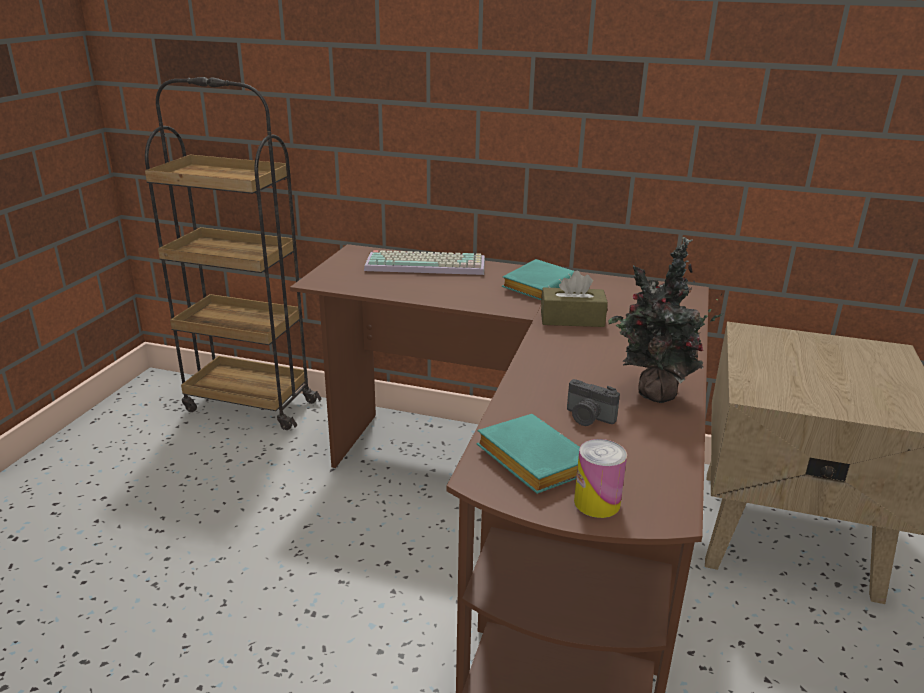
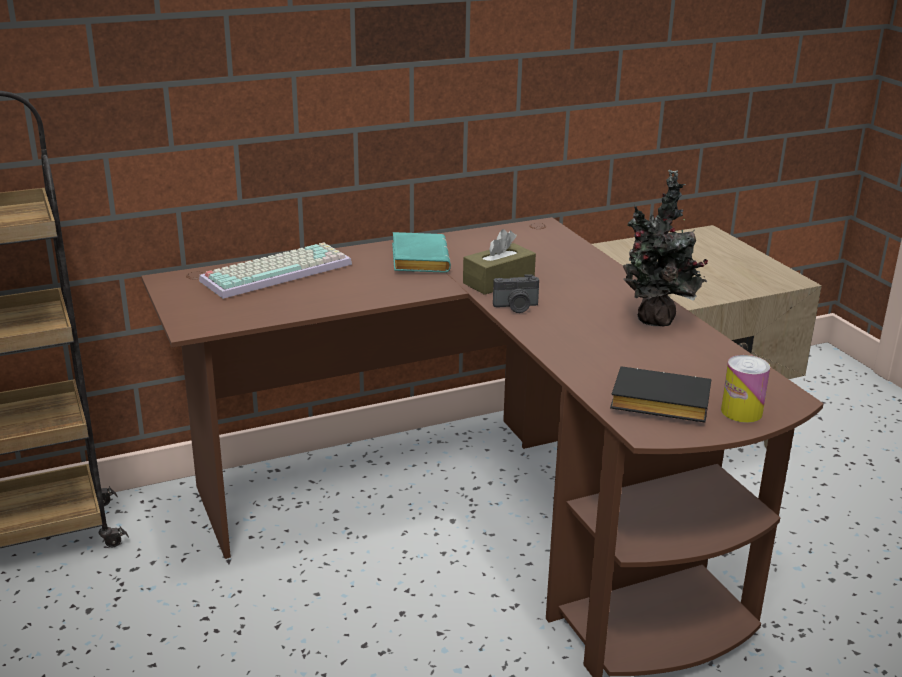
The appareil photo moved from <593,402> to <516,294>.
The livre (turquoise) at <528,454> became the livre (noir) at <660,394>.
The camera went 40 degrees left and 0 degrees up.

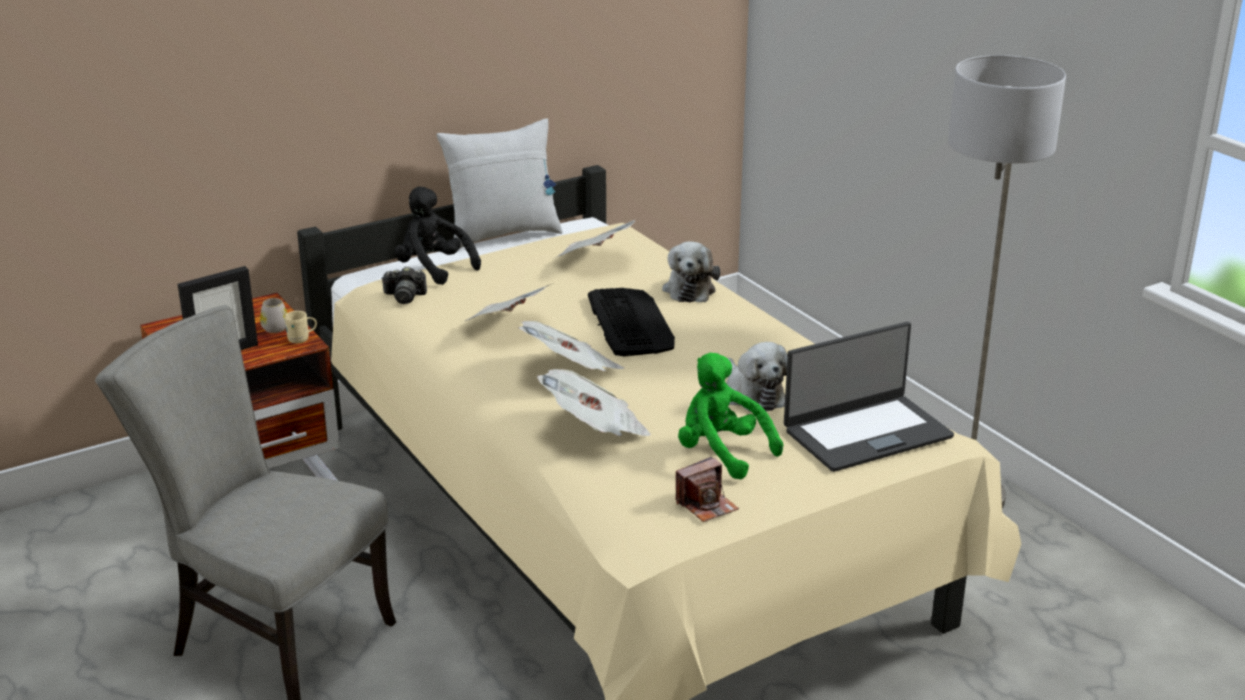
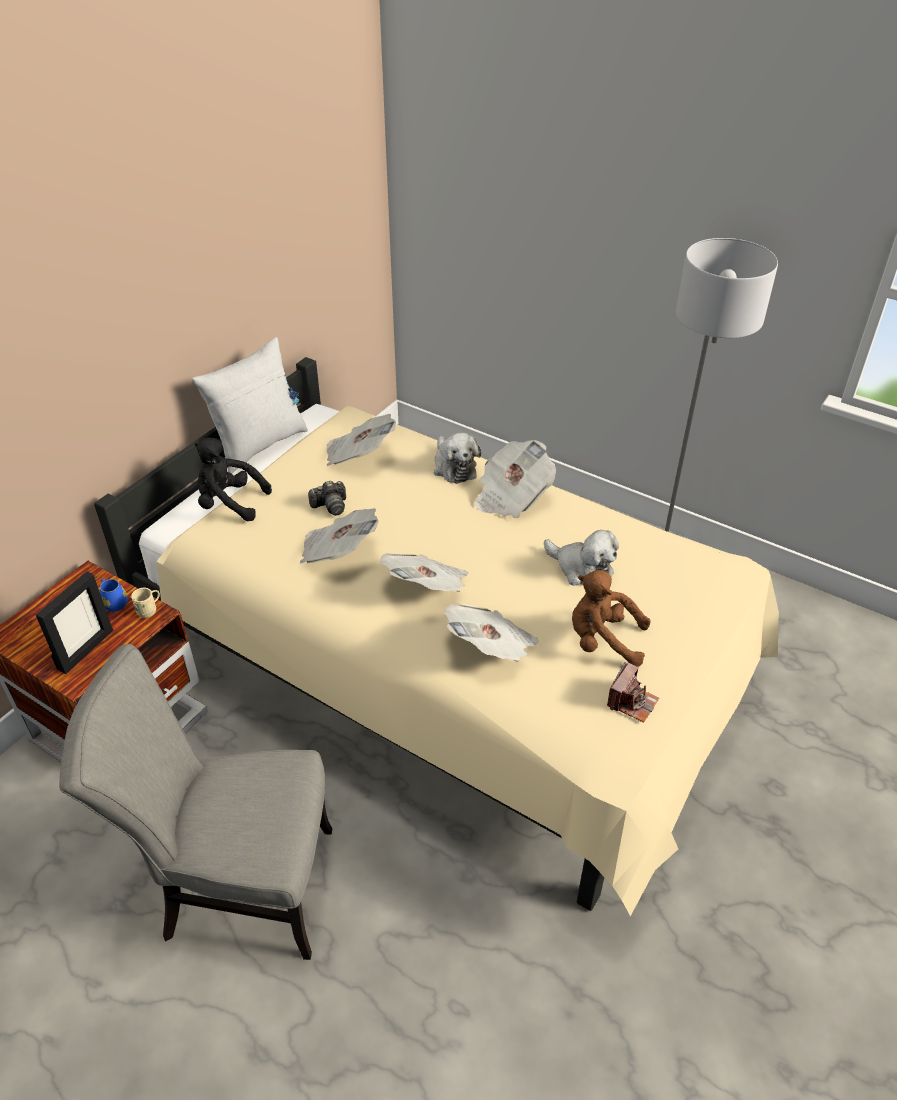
The clavier at <631,322> disappeared.
The ordinateur portable at <869,397> disappeared.
The journal at <515,479> appeared.
The appareil photo moved from <404,285> to <327,498>.
The mug (blanc) at <273,315> became the mug (bleu) at <113,595>.
The peluche (vert) at <730,416> became the peluche (marron) at <611,618>.
The camera went 25 degrees left and 15 degrees up.

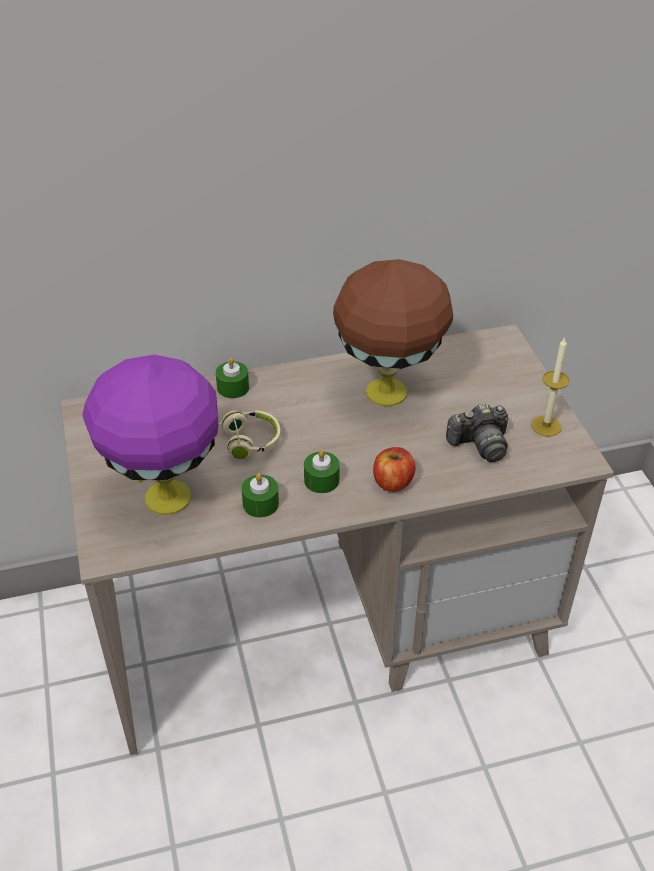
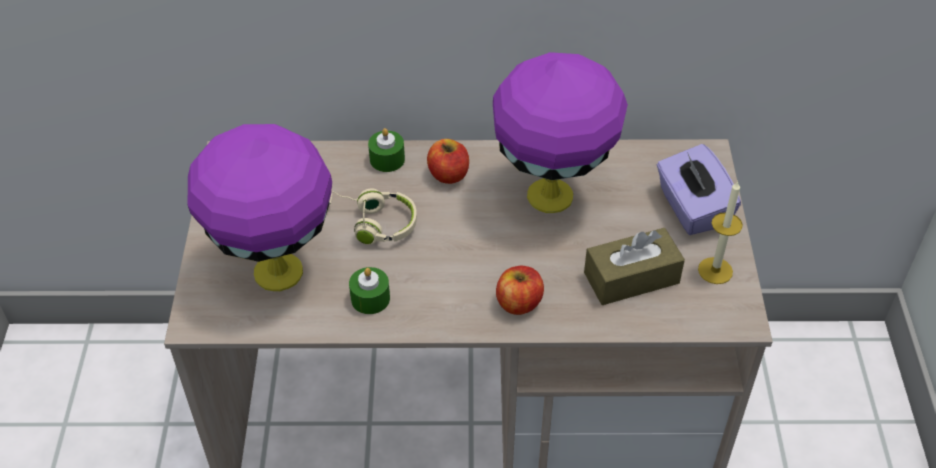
The bougie (vert) at <322,471> disappeared.
The pomme at <448,161> appeared.
The boîte à mouchoirs (violet) at <699,189> appeared.
The appareil photo at <477,432> was replaced by the boîte à mouchoirs (marron) at <634,266>.
The lampe de table (marron) at <393,333> became the lampe de table (violet) at <560,132>.
The camera went 15 degrees right and 5 degrees up.

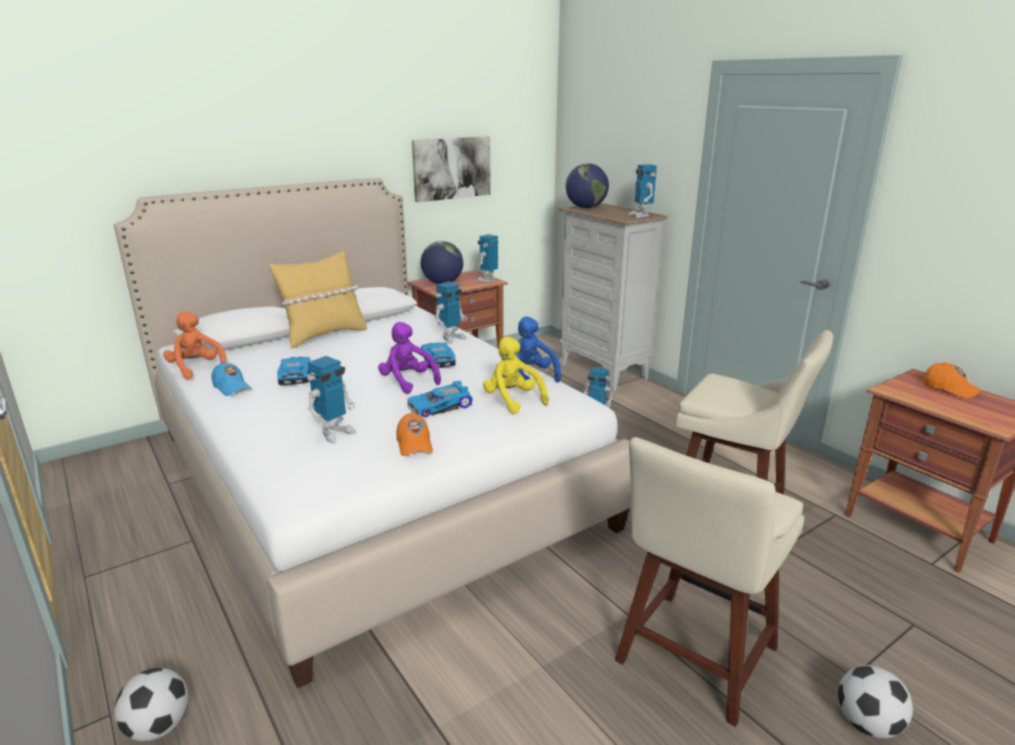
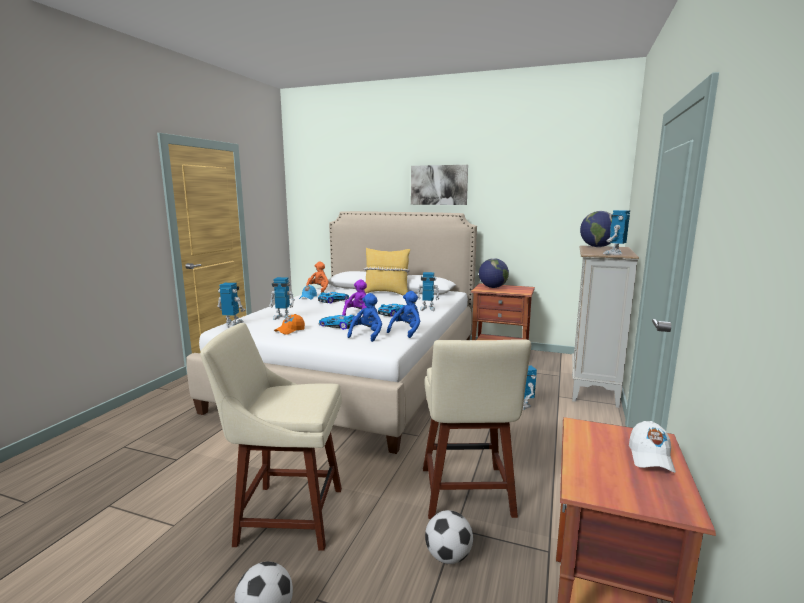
The ballon de foot moved from <151,704> to <449,537>.
The tableau moved from <451,169> to <439,185>.
The robot jouet moved from <487,258> to <231,304>.
The peluche (jaune) at <516,375> became the peluche (bleu) at <364,317>.
The casquette (orange) at <953,380> became the casquette (blanc) at <652,447>.
The camera went 55 degrees right and 10 degrees down.

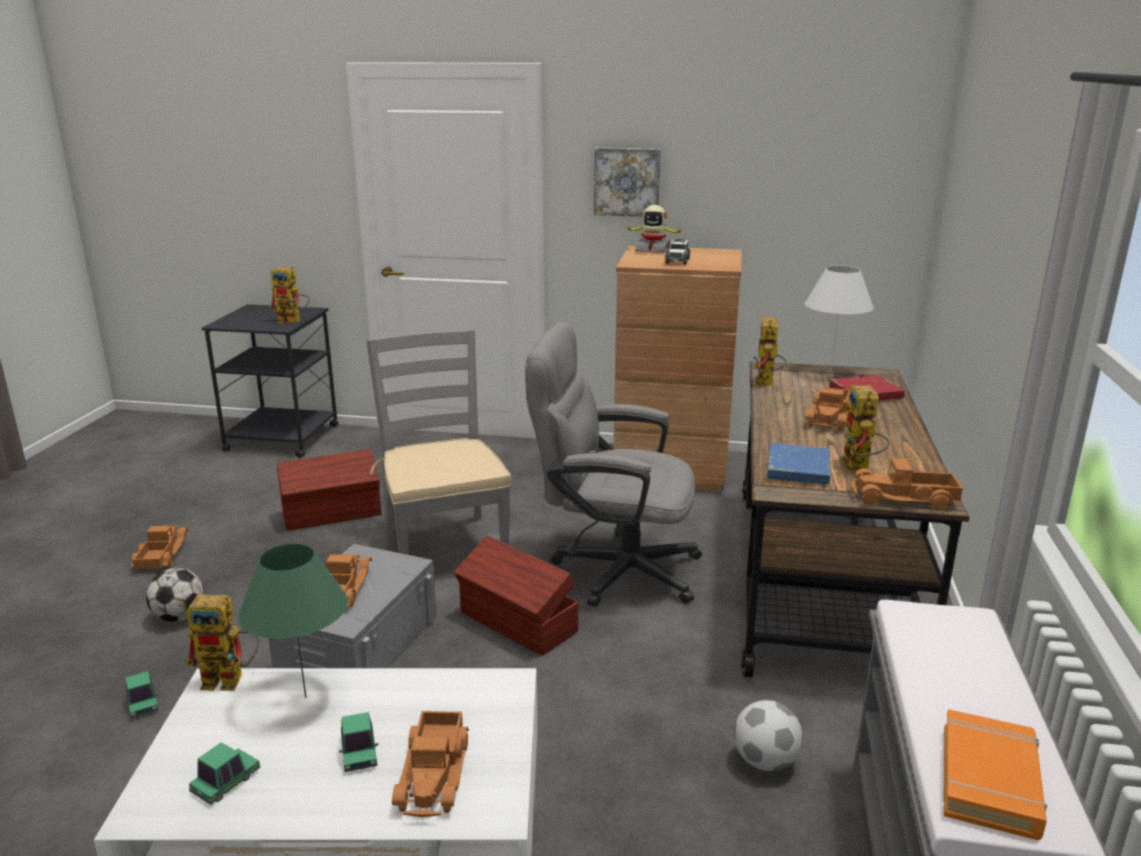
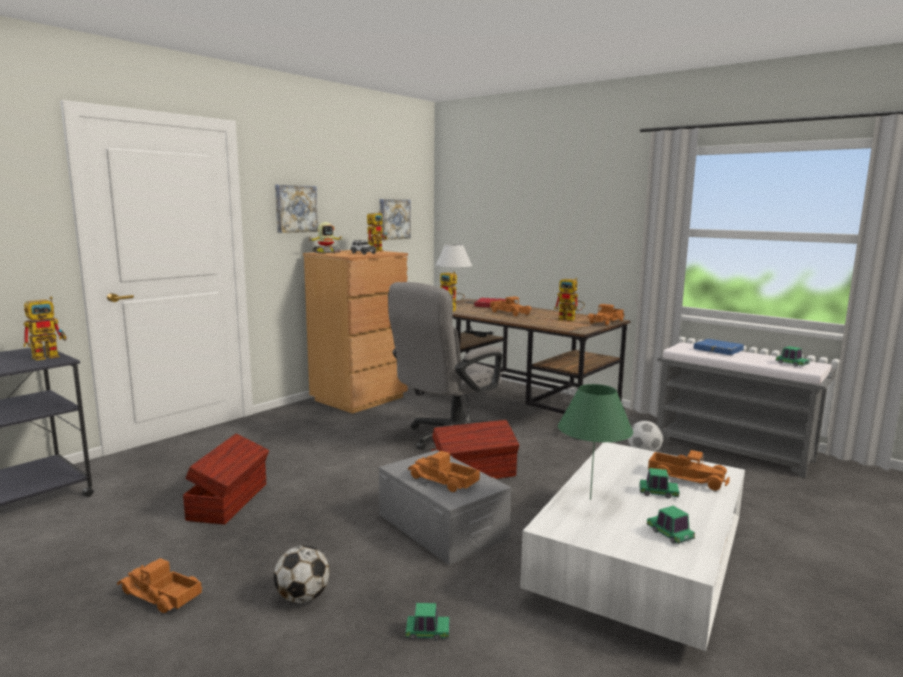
The chaise (gris) at <438,442> disappeared.
The tableau at <395,219> appeared.
The robot jouet moved from <223,643> to <377,231>.
The livre (bleu) moved from <798,463> to <718,347>.
The livre (orange) at <995,774> was replaced by the petite voiture at <792,356>.
The camera went 60 degrees left and 10 degrees down.

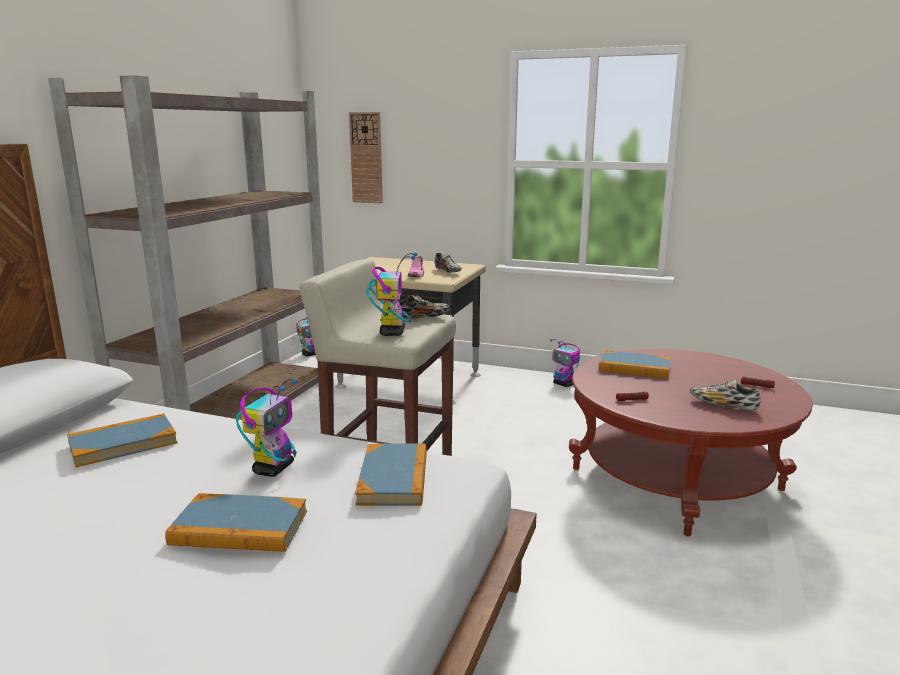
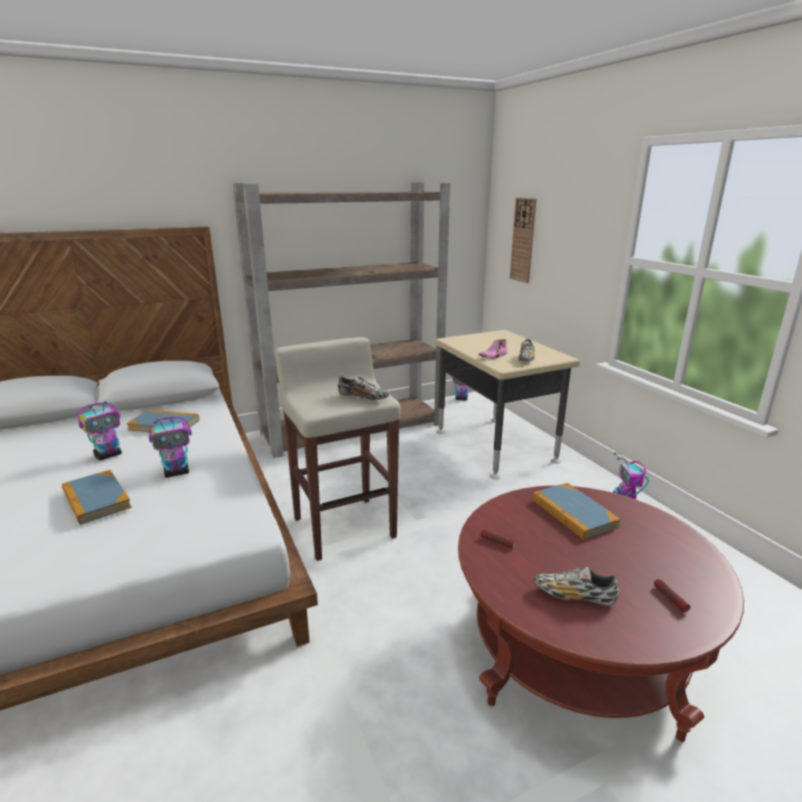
The livre at <391,474> disappeared.
The robot jouet moved from <391,294> to <100,431>.
The chaussure at <725,395> turned 60 degrees counterclockwise.
The camera went 45 degrees right and 5 degrees up.

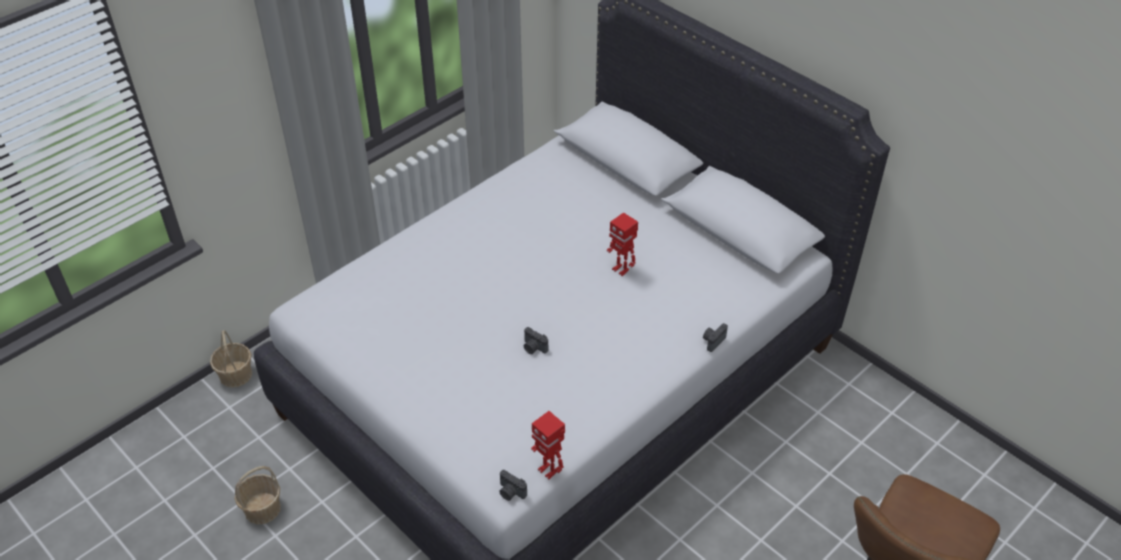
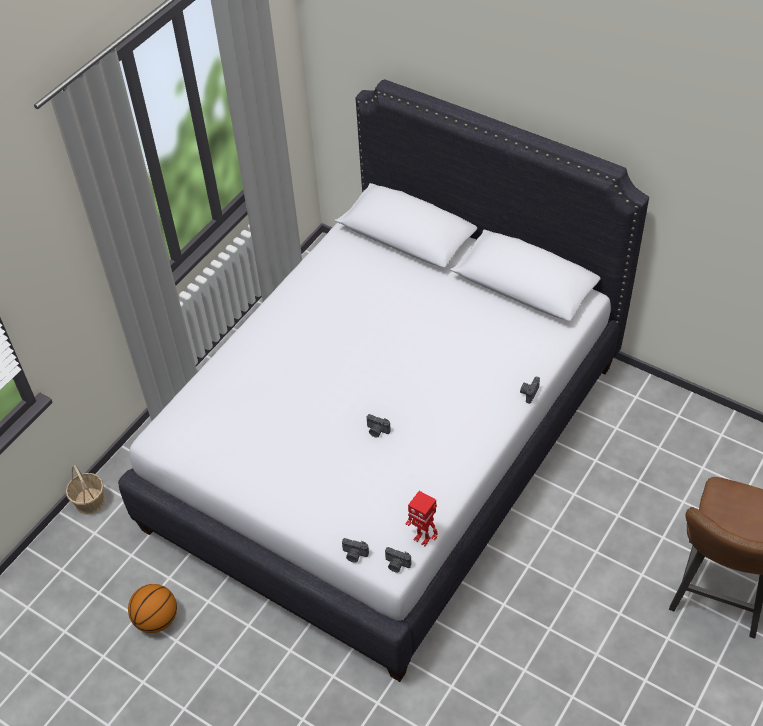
The robot jouet at <622,244> disappeared.
The appareil photo at <355,550> appeared.
The panier at <258,495> was replaced by the ballon de basket at <152,608>.
The camera went 10 degrees left and 5 degrees up.

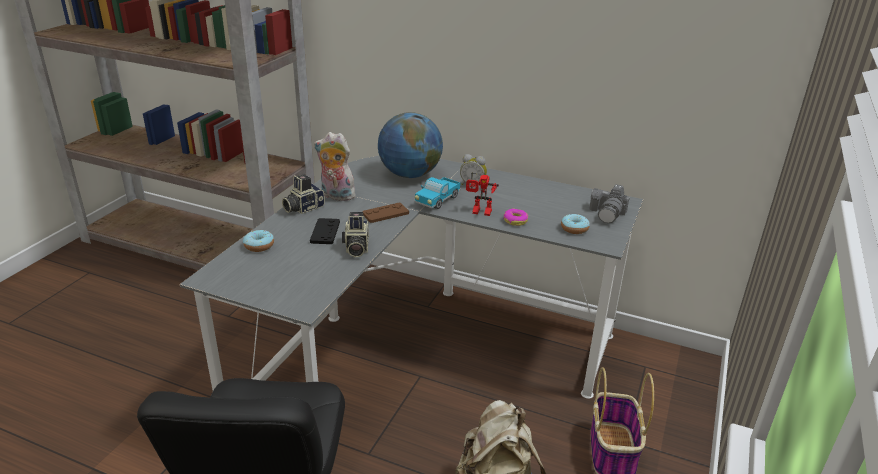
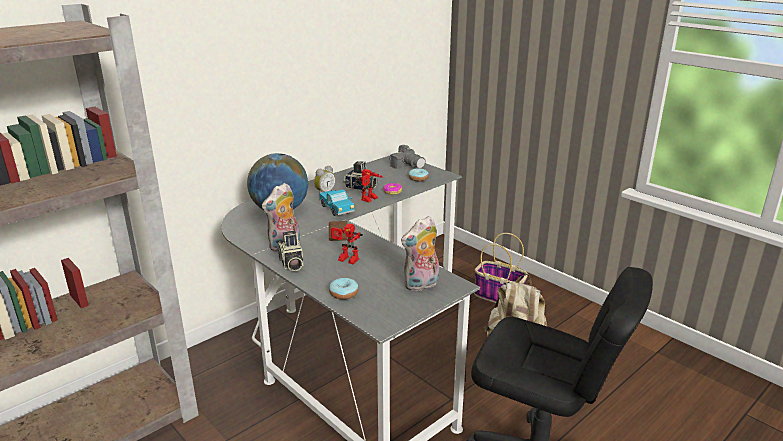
The peluche at <420,253> appeared.
The appareil photo moved from <355,234> to <360,175>.
The manette (noir) at <325,231> was replaced by the robot jouet at <347,244>.
The camera went 65 degrees left and 5 degrees down.

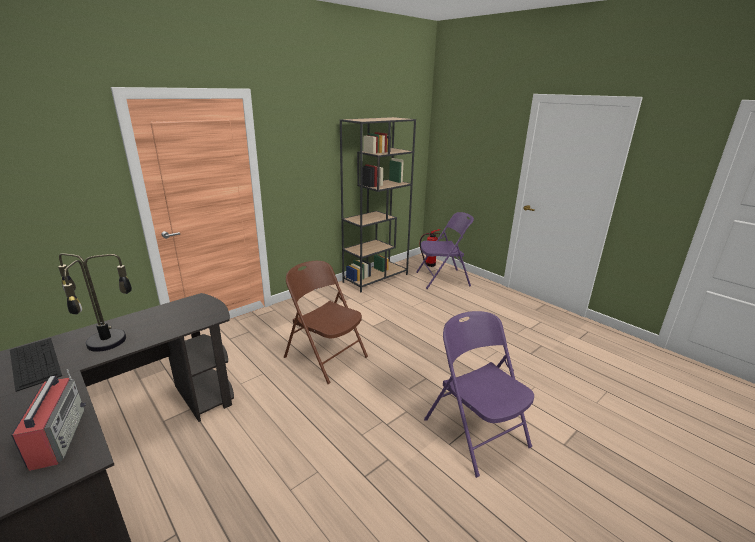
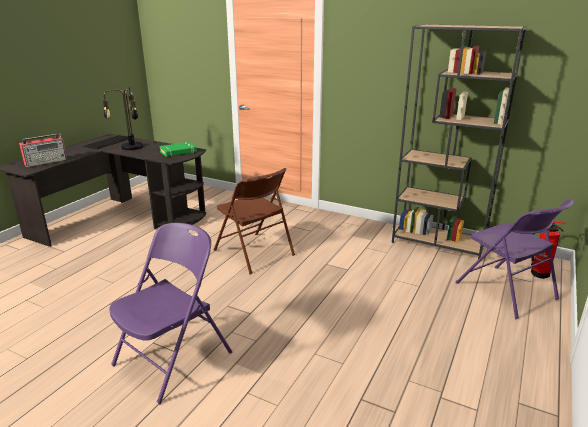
The livre (vert) at <178,149> appeared.
The chaise (marron) at <326,322> turned 120 degrees clockwise.
The camera went 70 degrees right and 0 degrees up.

